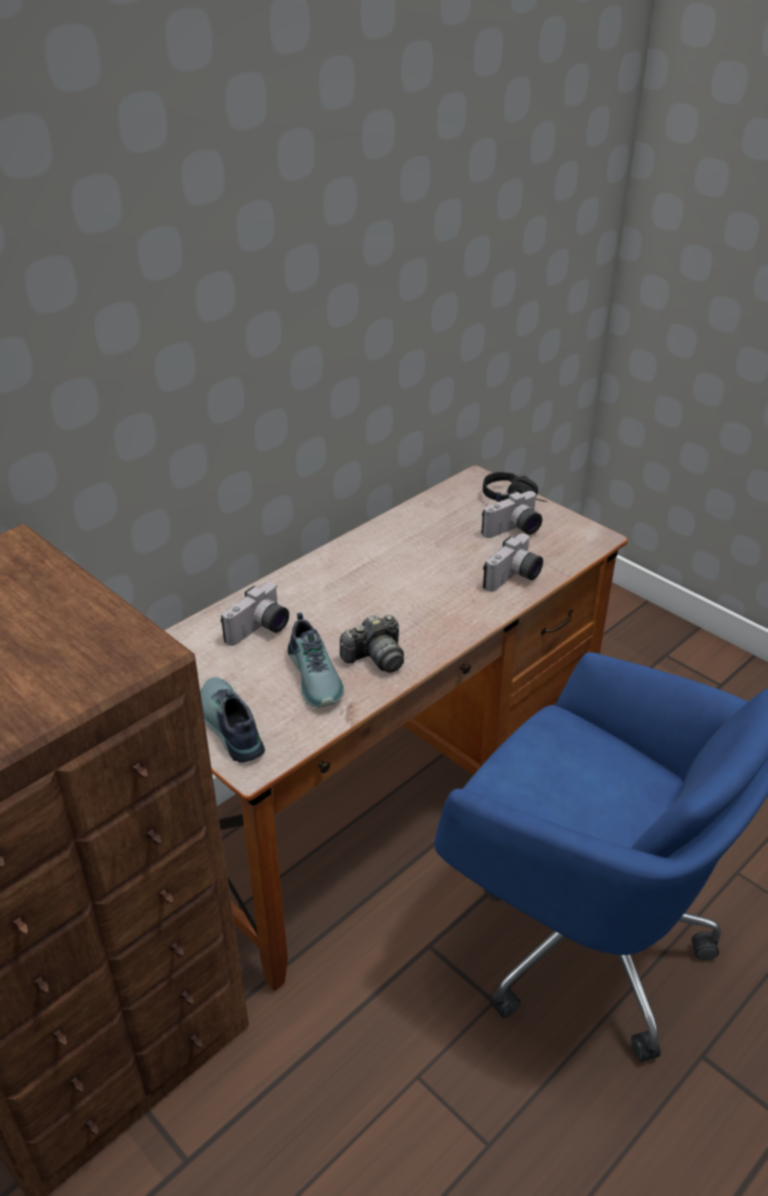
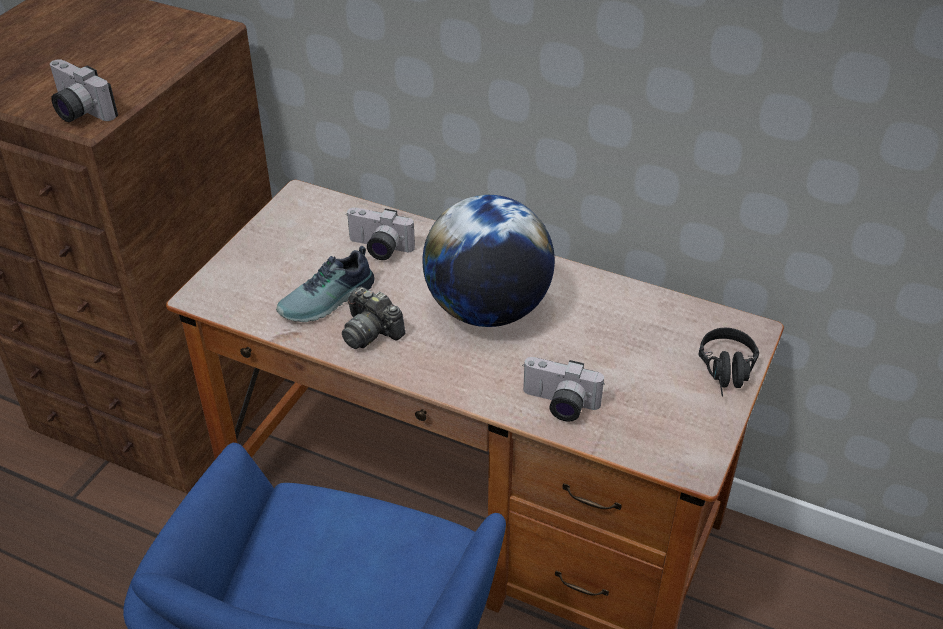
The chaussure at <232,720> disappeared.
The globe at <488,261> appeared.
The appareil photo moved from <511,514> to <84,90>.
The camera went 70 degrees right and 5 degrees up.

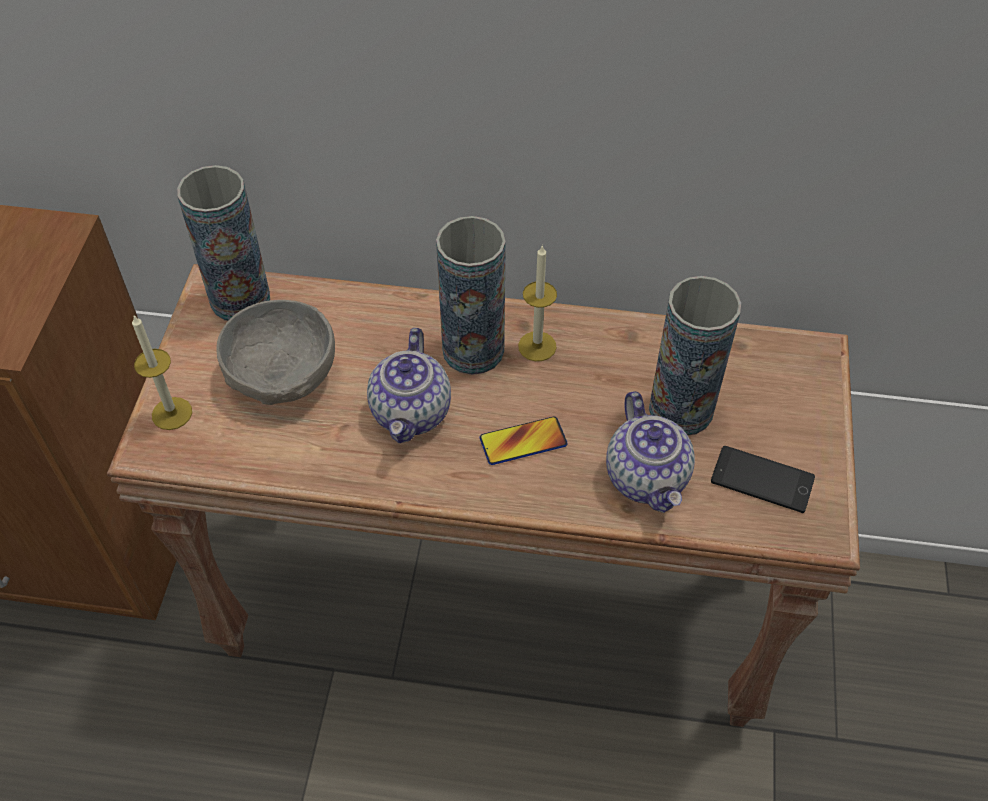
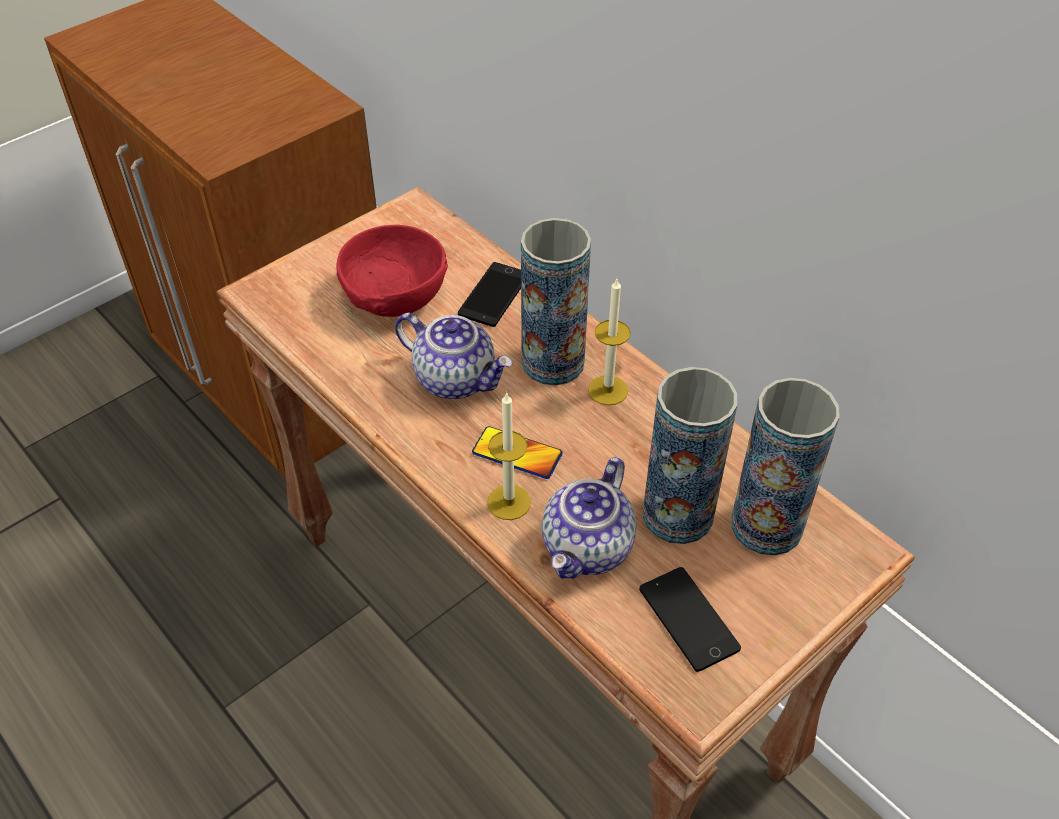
The téléphone at <489,294> appeared.
The bougie moved from <162,373> to <509,456>.
The vase moved from <223,243> to <785,467>.
The bol (gris) at <275,352> became the bol (rouge) at <392,271>.
The théière at <409,385> turned 105 degrees counterclockwise.
The camera went 40 degrees right and 5 degrees down.

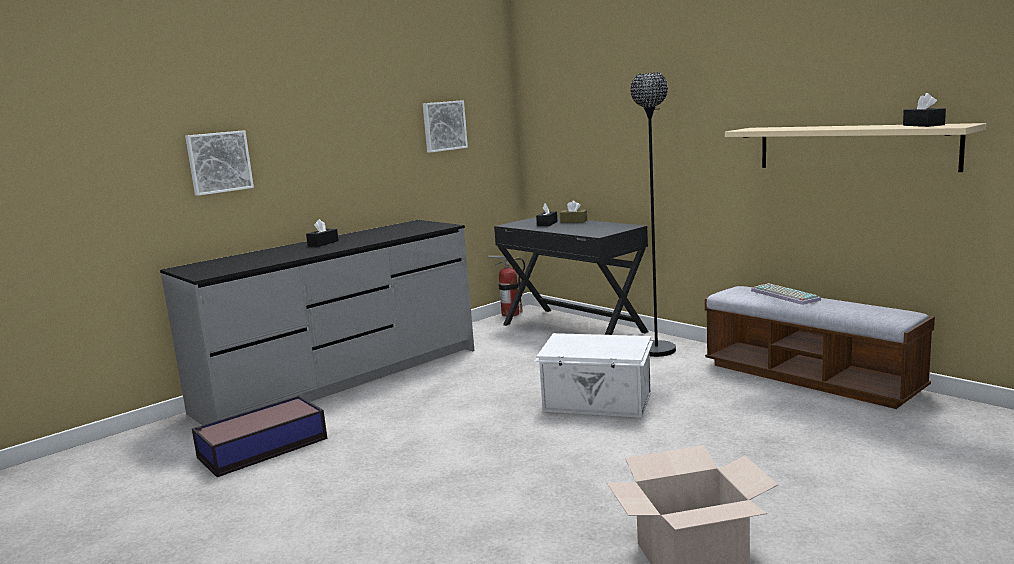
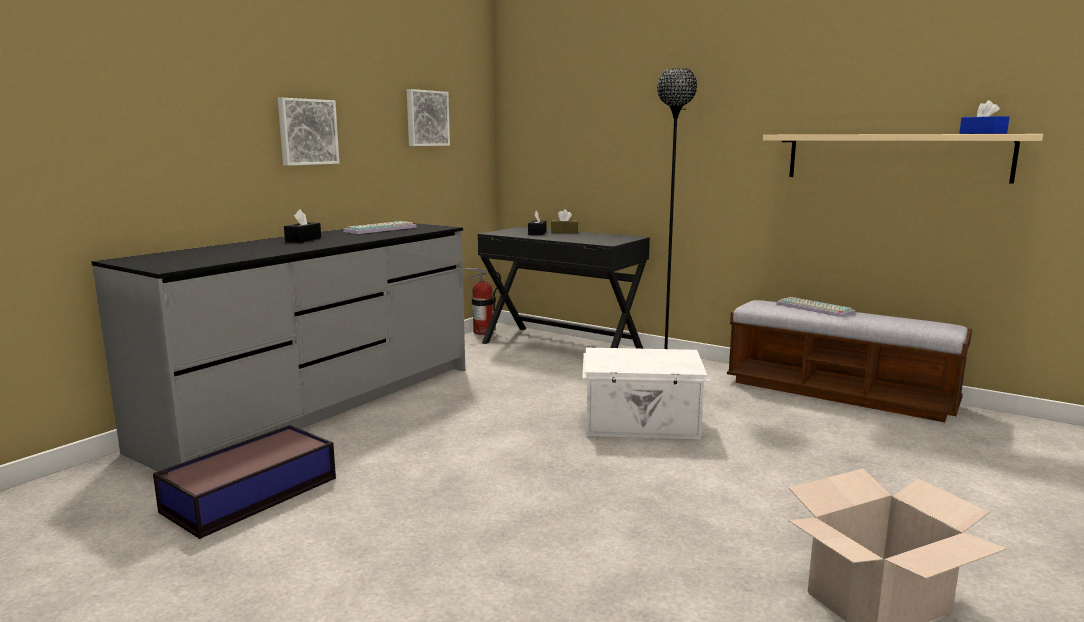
The clavier at <380,227> appeared.
The tableau moved from <219,163> to <308,132>.
The boîte à mouchoirs (noir) at <924,110> became the boîte à mouchoirs (bleu) at <984,117>.
The camera went 15 degrees left and 0 degrees up.

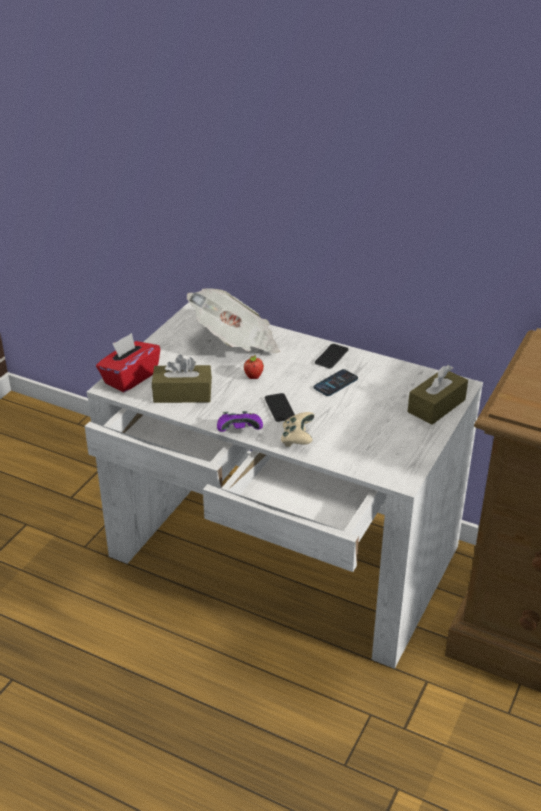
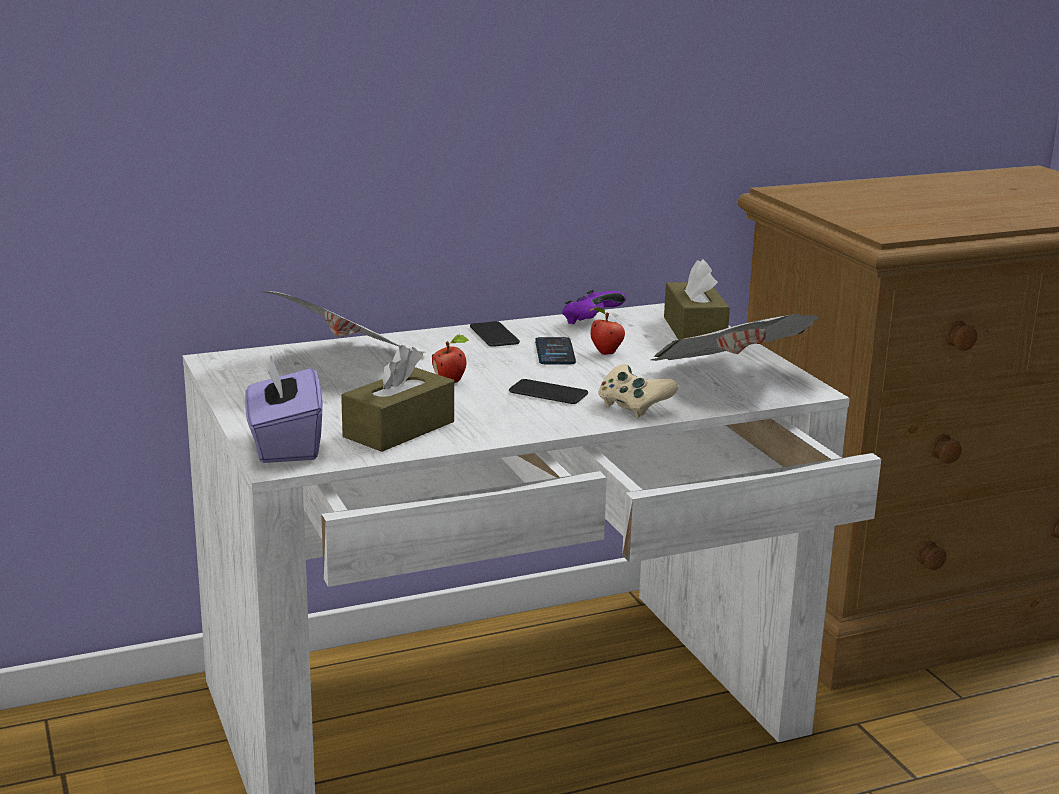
The pomme at <607,331> appeared.
The journal at <735,337> appeared.
The manette (violet) moved from <240,421> to <594,306>.
The boîte à mouchoirs (rouge) at <128,362> became the boîte à mouchoirs (violet) at <284,409>.
The camera went 50 degrees left and 15 degrees down.

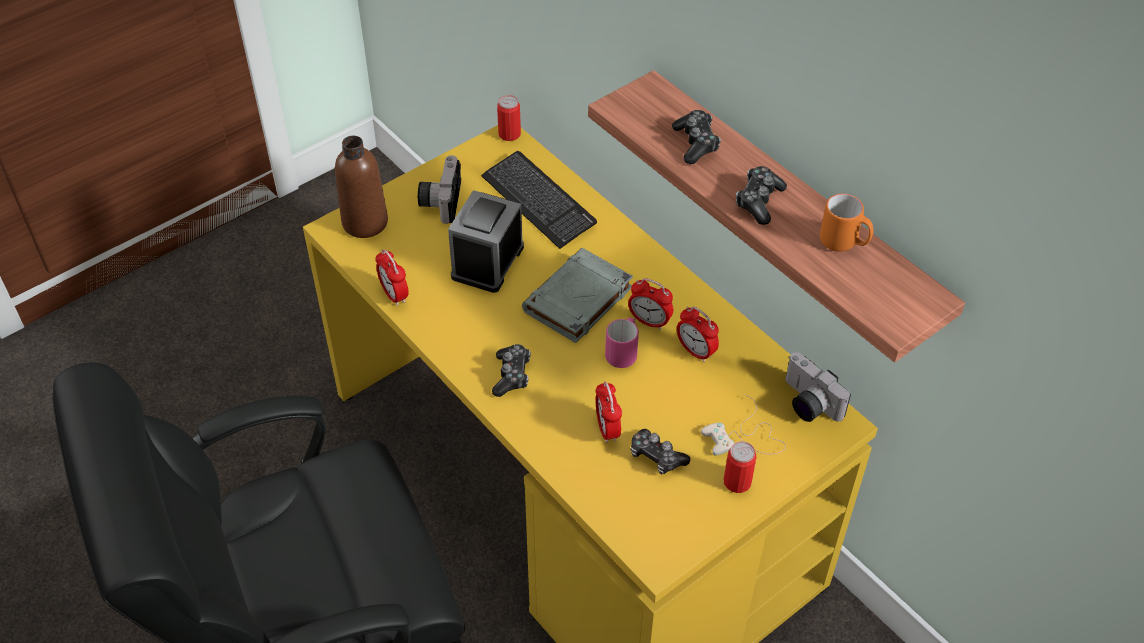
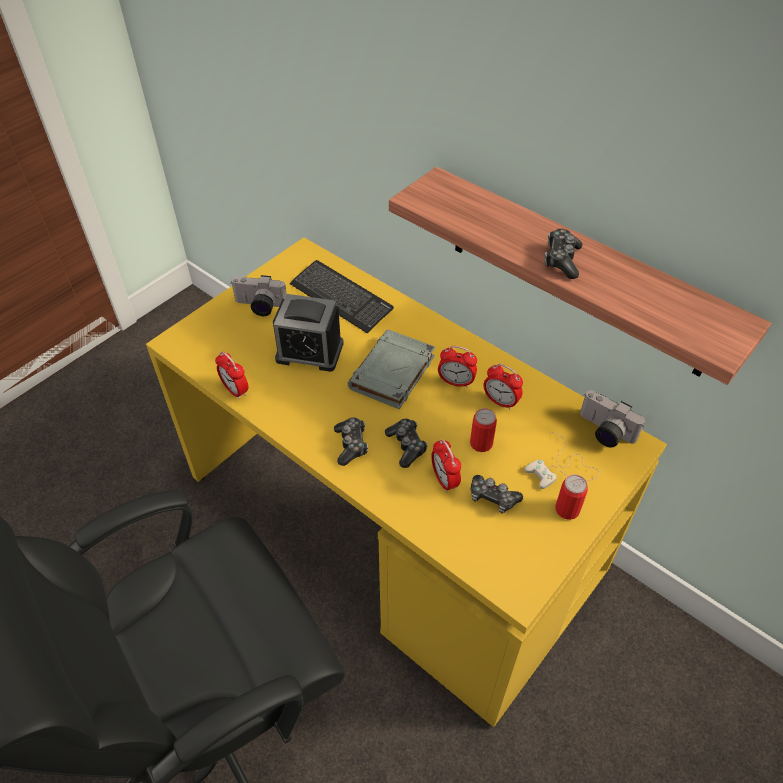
The bouteille (marron) at <361,187> disappeared.
The mug (rose) at <622,343> disappeared.
The mug (orange) at <847,223> disappeared.
The boîte métallique moved from <509,118> to <483,430>.
The manette moved from <696,137> to <406,443>.
The appareil photo at <439,189> turned 75 degrees counterclockwise.
The réveil at <486,241> turned 90 degrees counterclockwise.
The camera went 10 degrees left and 0 degrees up.

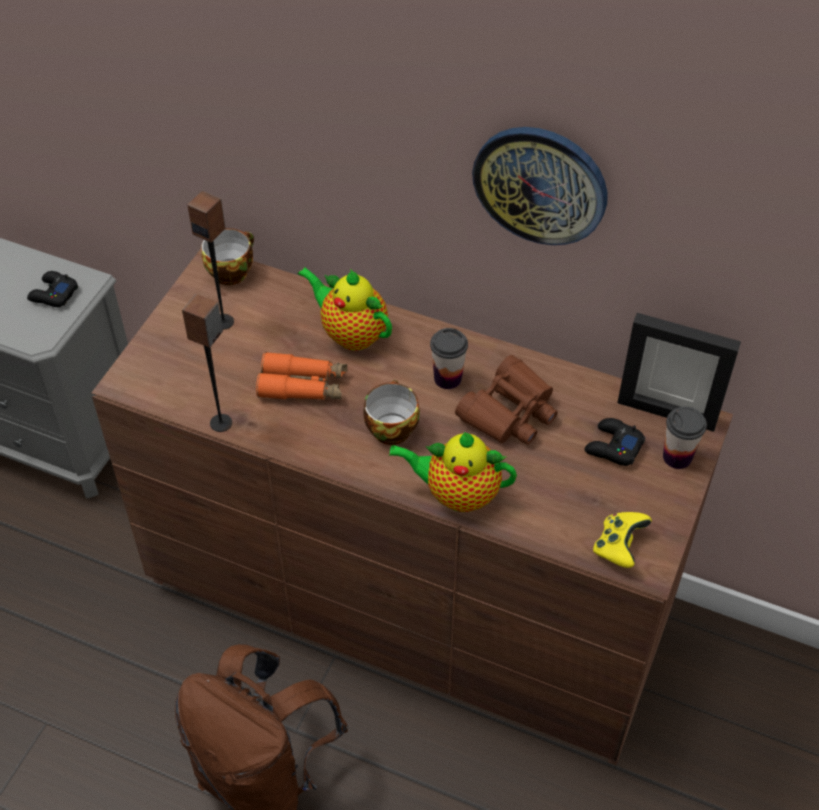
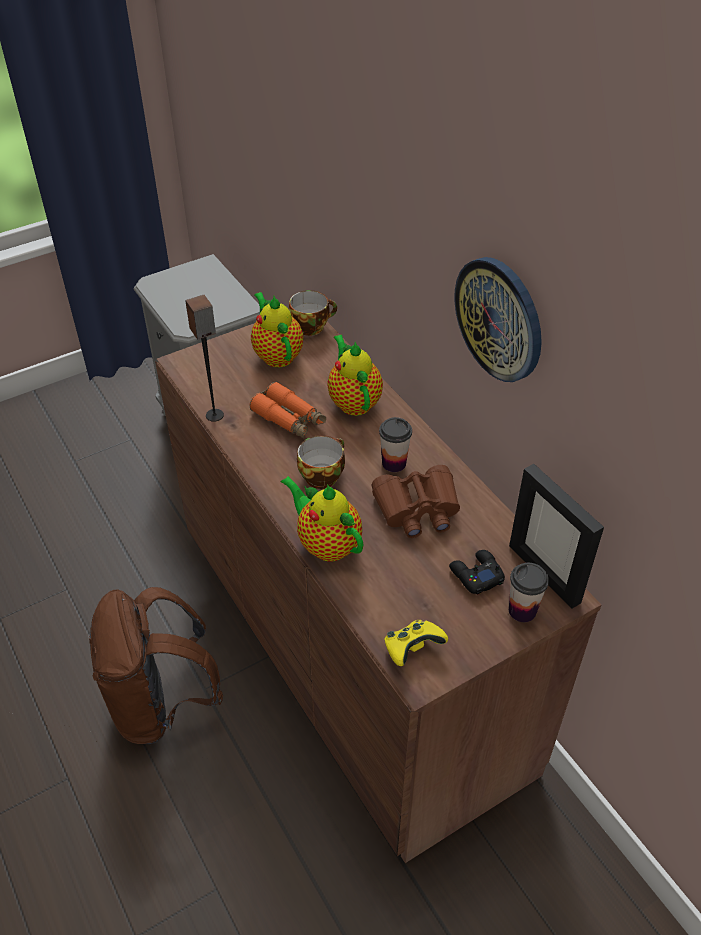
The manette (noir) at <52,289> disappeared.
The enceinte at <210,260> was replaced by the théière at <277,329>.
The camera went 35 degrees right and 5 degrees down.

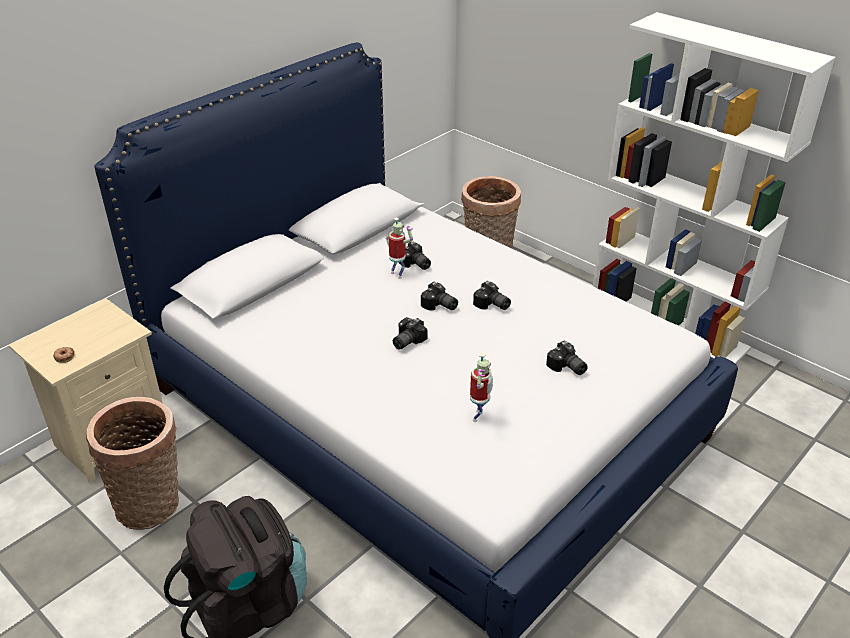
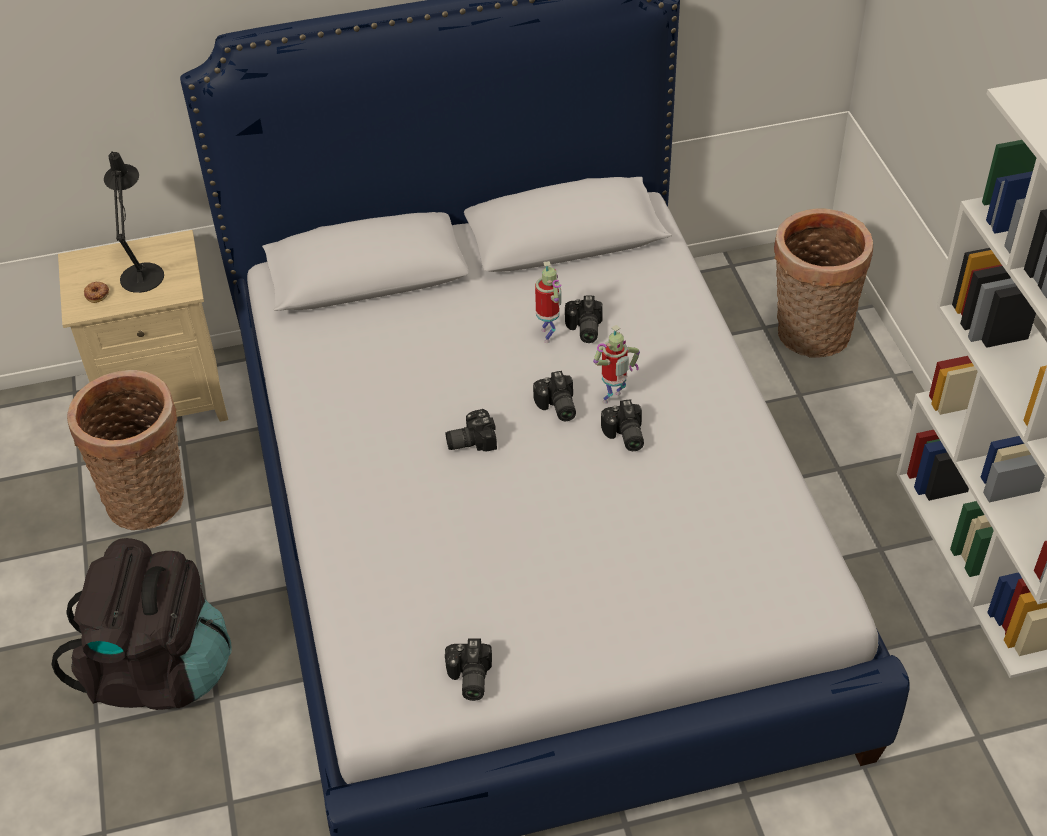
The lampe de table (noir) at <134,222> appeared.
The robot jouet moved from <481,387> to <616,364>.
The appareil photo moved from <567,358> to <468,669>.
The camera went 35 degrees right and 10 degrees up.

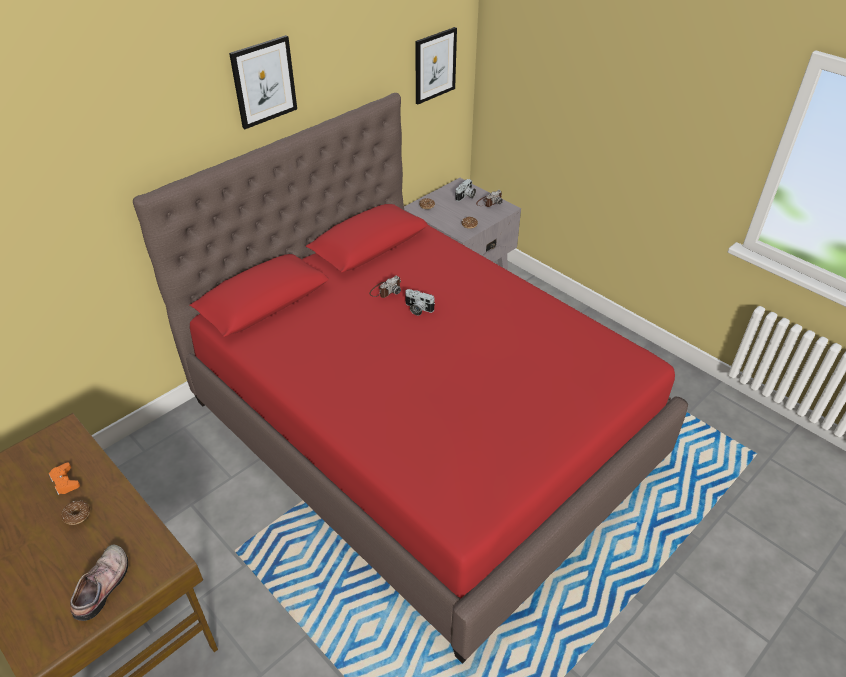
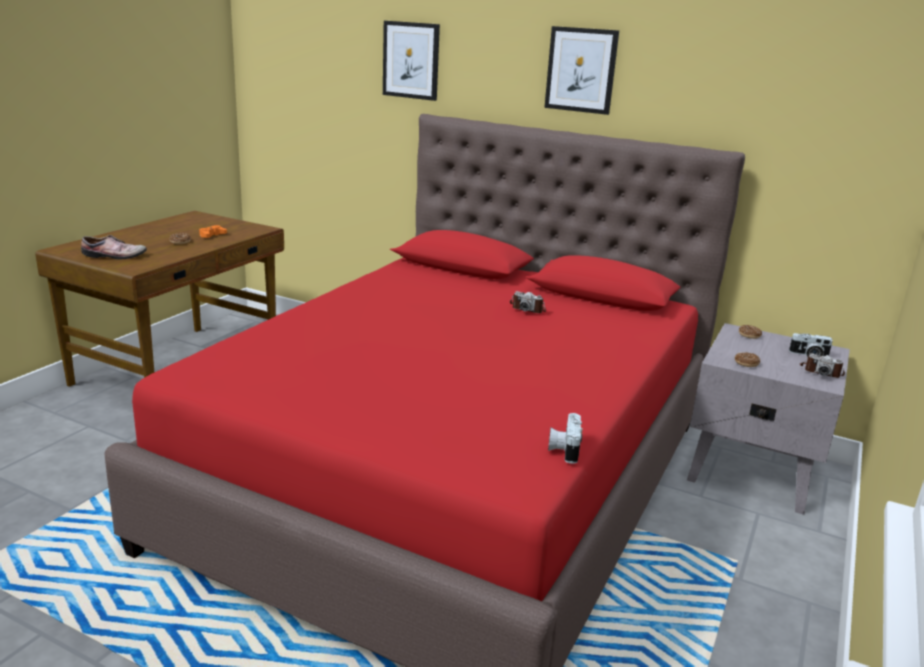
The appareil photo moved from <419,302> to <565,438>.
The tableau moved from <436,65> to <411,61>.
The camera went 70 degrees right and 20 degrees down.

